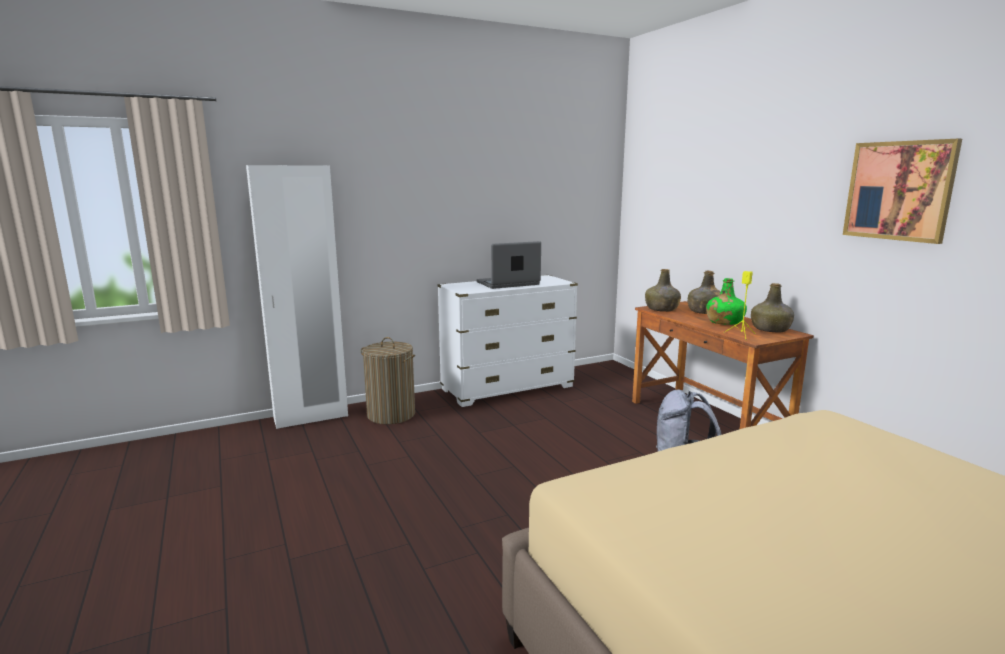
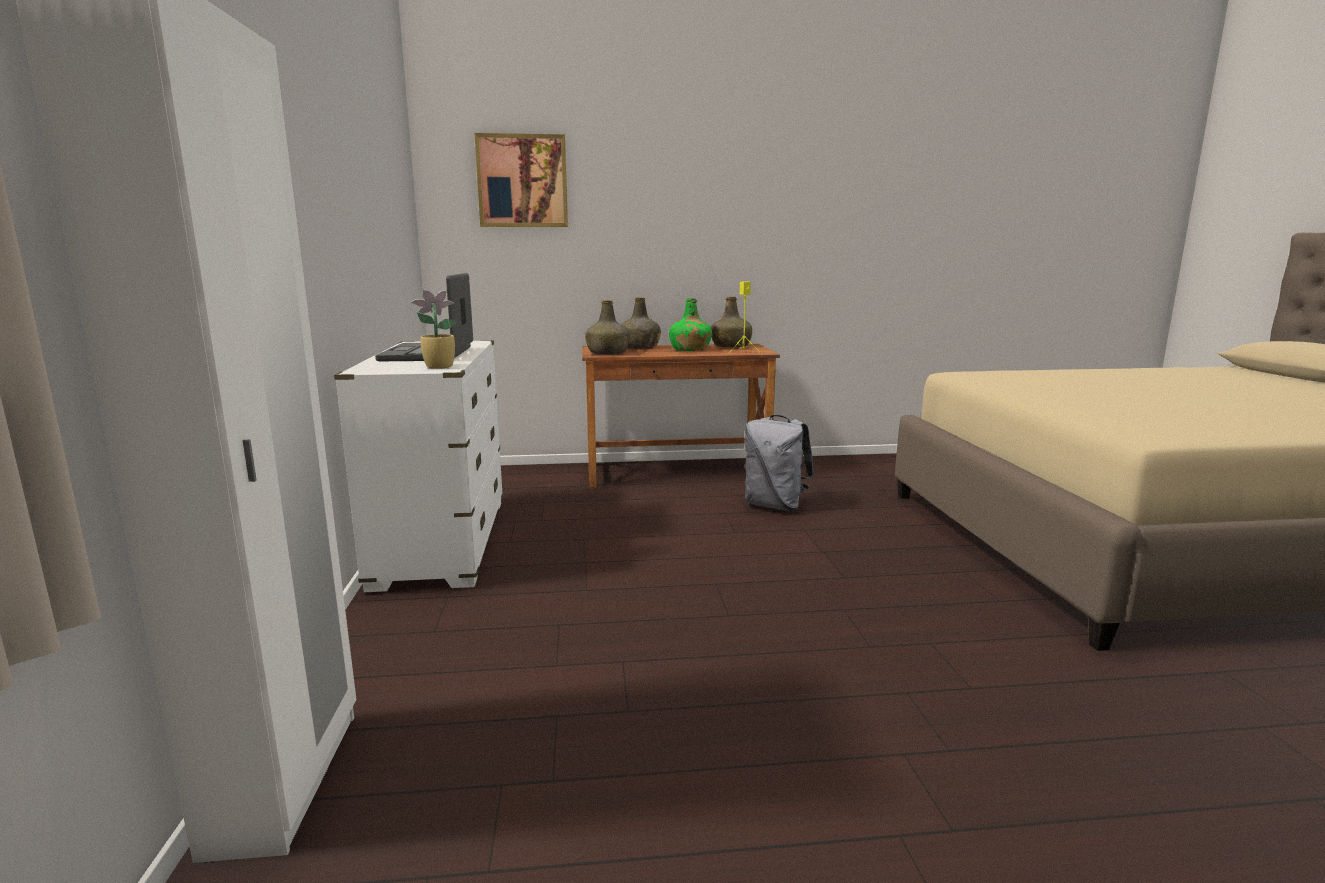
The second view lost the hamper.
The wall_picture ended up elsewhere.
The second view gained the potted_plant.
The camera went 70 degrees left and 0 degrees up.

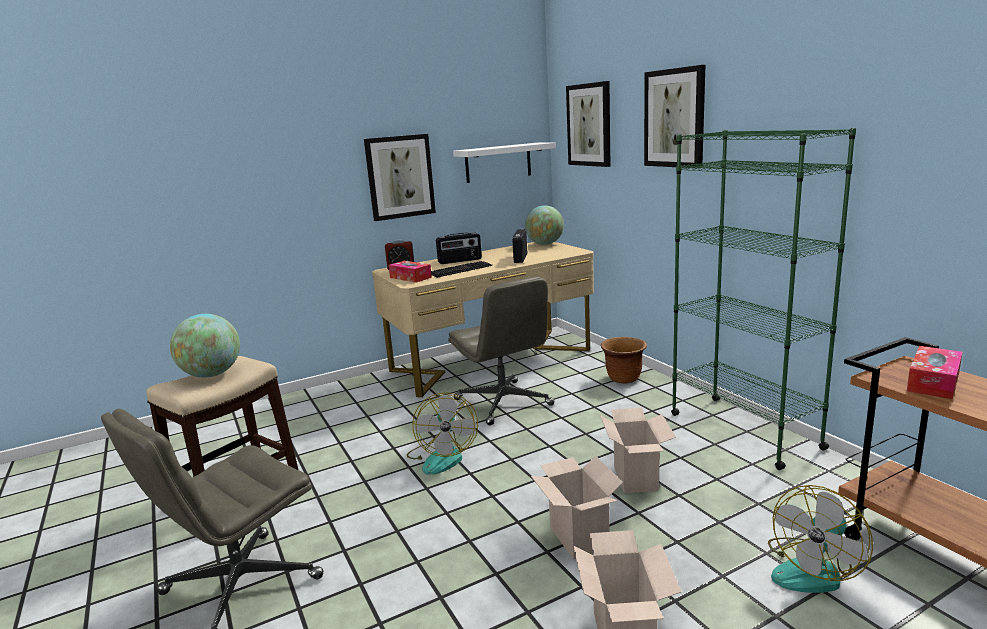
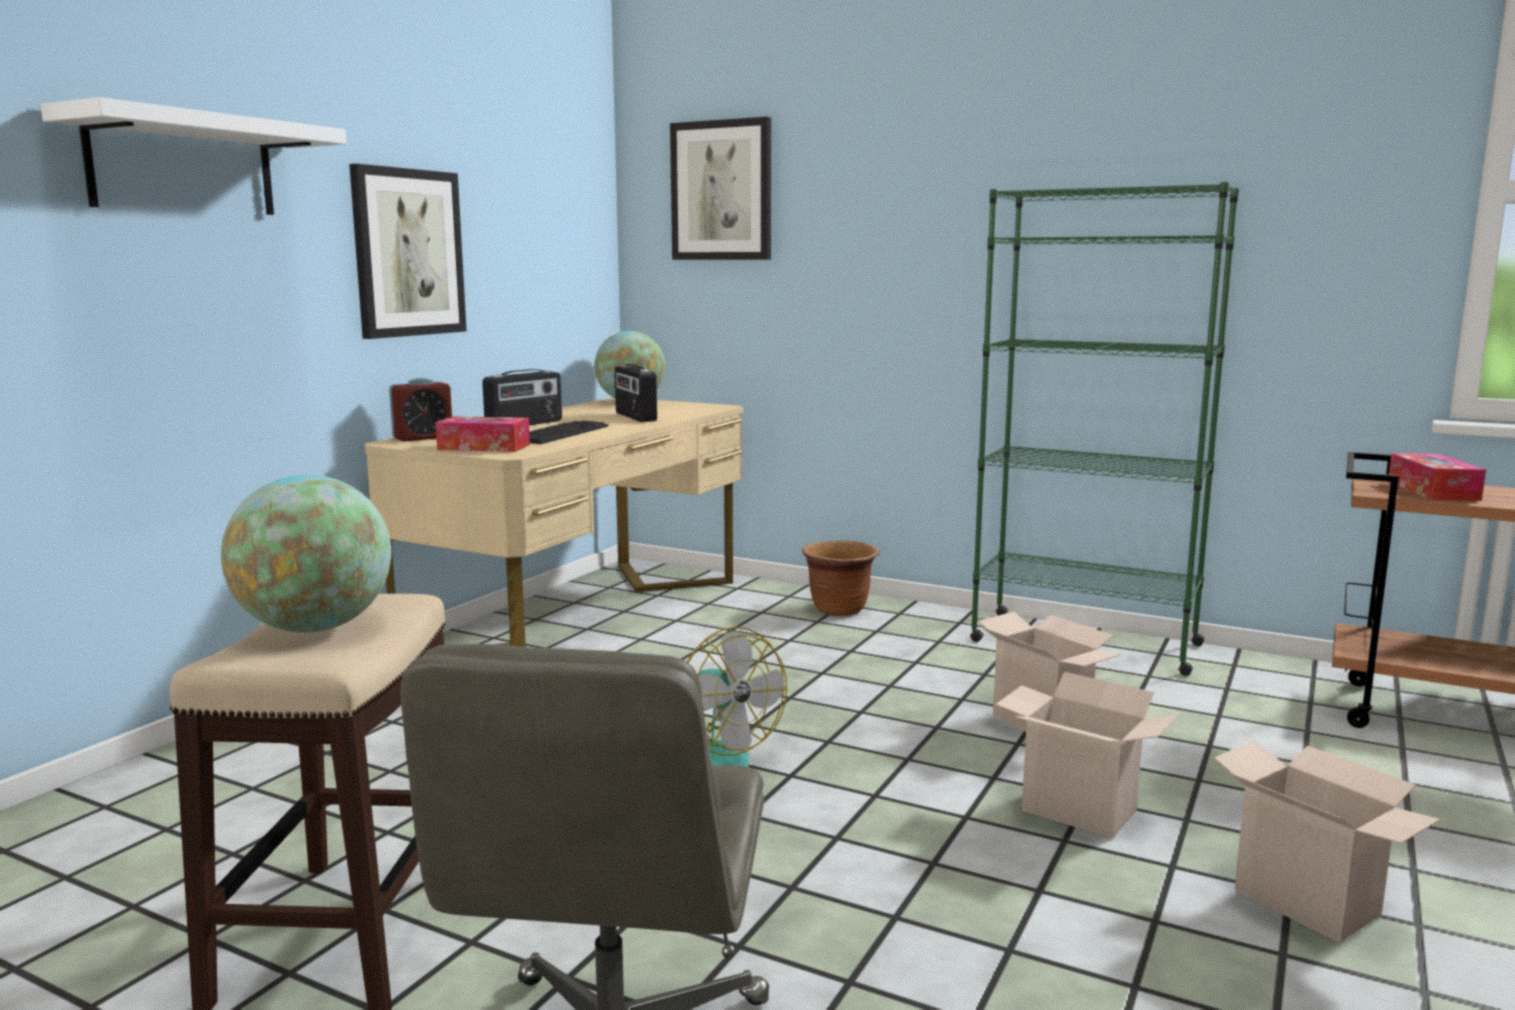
The second view lost the gray_desk_chair (2nd from left).
The white-coloured_bracket_shelf ended up elsewhere.
The second view lost the wall_picture (3rd from left).
The second view lost the electric_fan (2nd from left).
The camera went 35 degrees left and 5 degrees down.

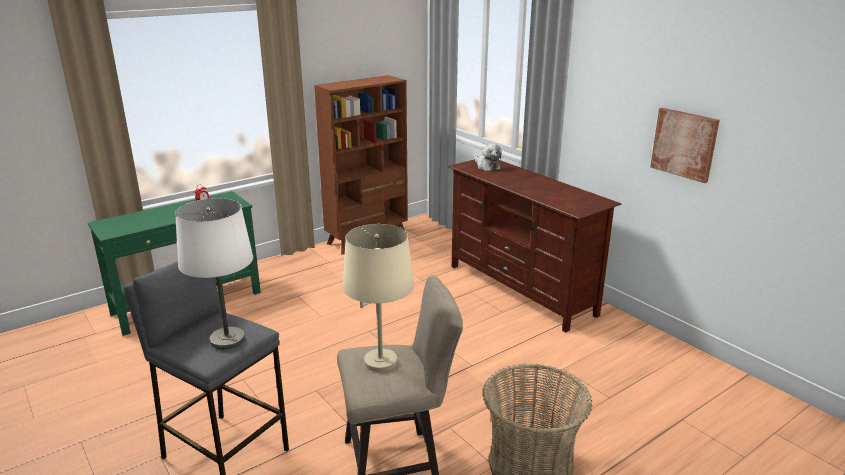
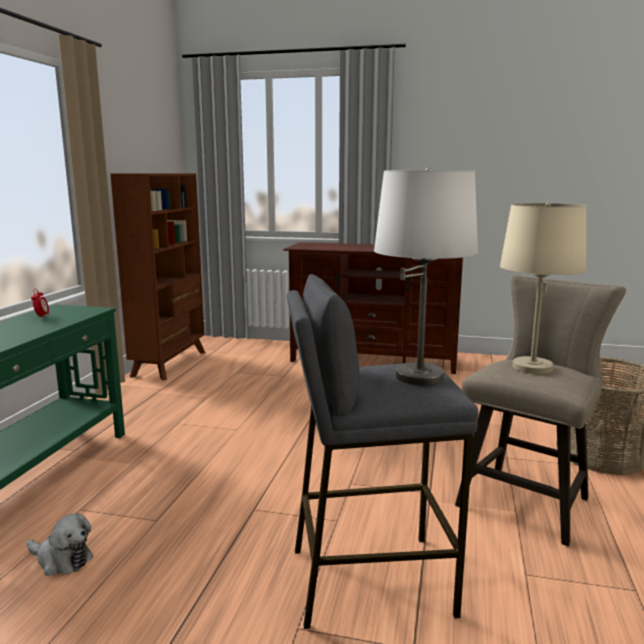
The cuddly_toy ended up elsewhere.
The second view lost the wall_picture.
The camera went 40 degrees left and 10 degrees down.

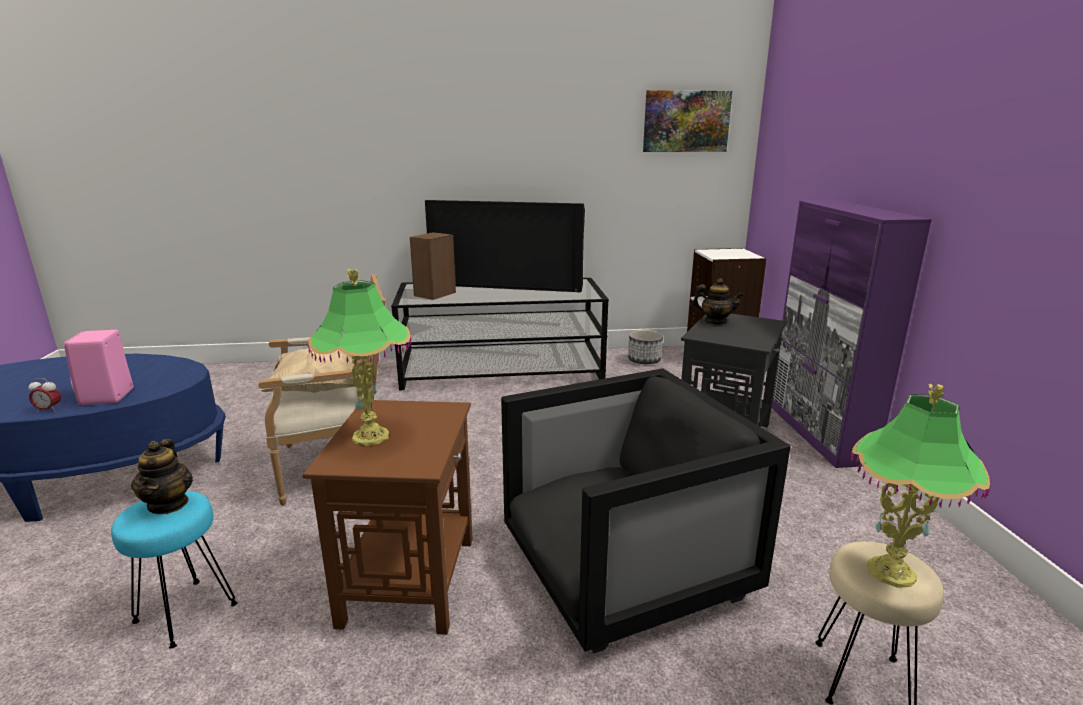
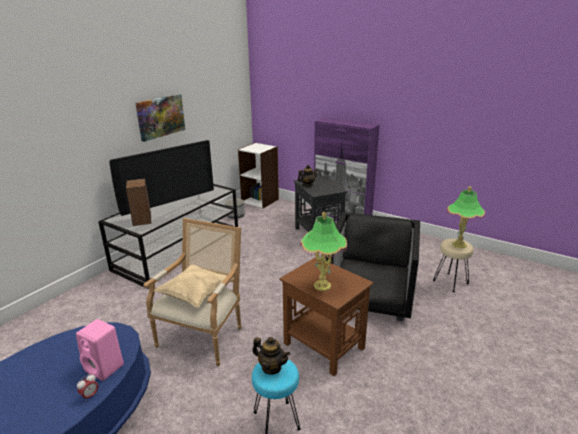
The wall_picture ended up elsewhere.
The camera went 50 degrees left and 5 degrees up.

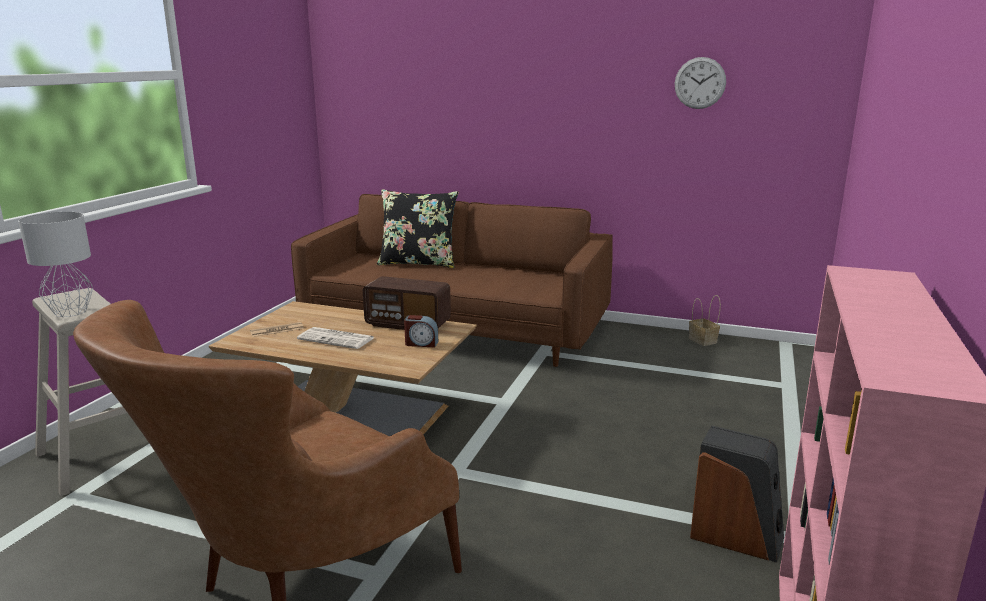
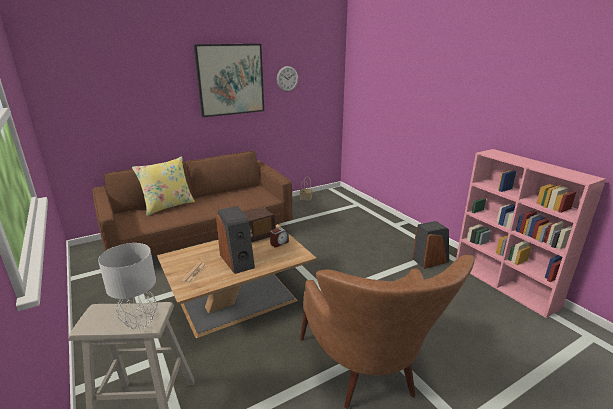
Where the newspaper (2nd from left) stood, the audio_speaker (1st from left) came to stand.
What was the black_pillow turned into the yellow-coloured_pillow.
The second view gained the wall_picture.
The camera went 50 degrees left and 5 degrees up.

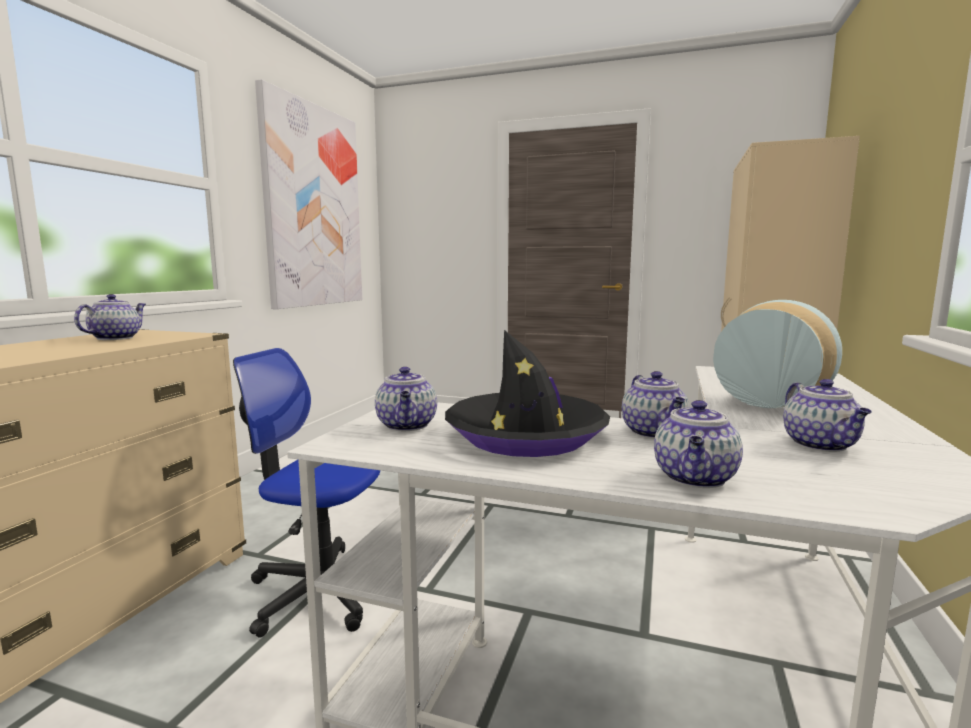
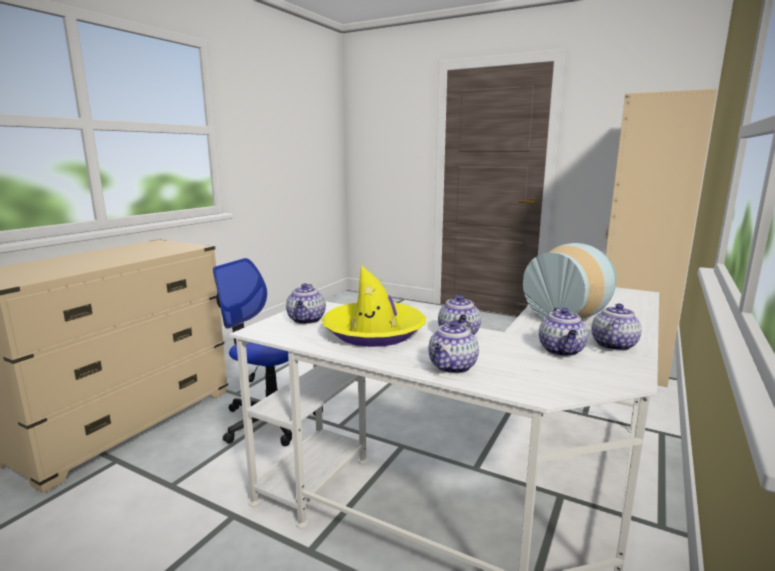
The pot_for_tea (1st from left in the first image) ended up elsewhere.
The second view lost the wall_picture.
What was the black_wearable_hat turned into the yellow-coloured_wearable_hat.
The camera went 10 degrees right and 5 degrees up.

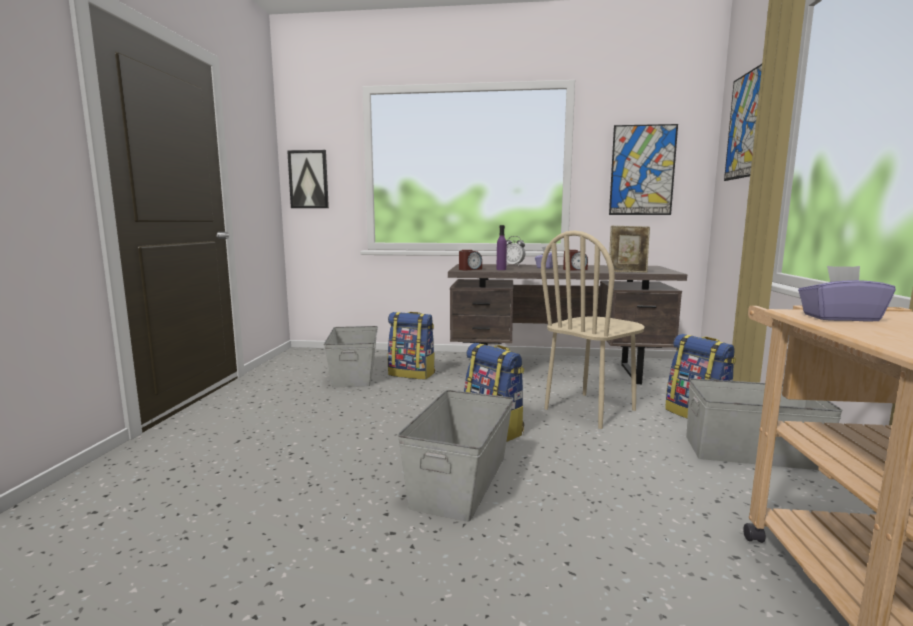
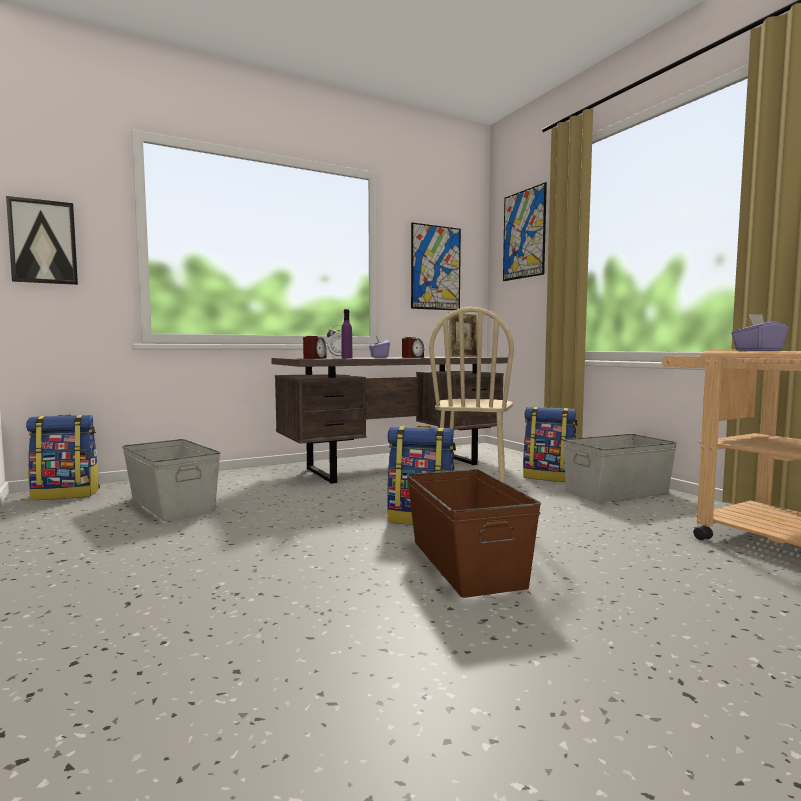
The rucksack (1st from left) ended up elsewhere.
What was the gray_storage_box (2nd from left) turned into the brownish_storage_box.
The camera went 35 degrees left and 5 degrees down.

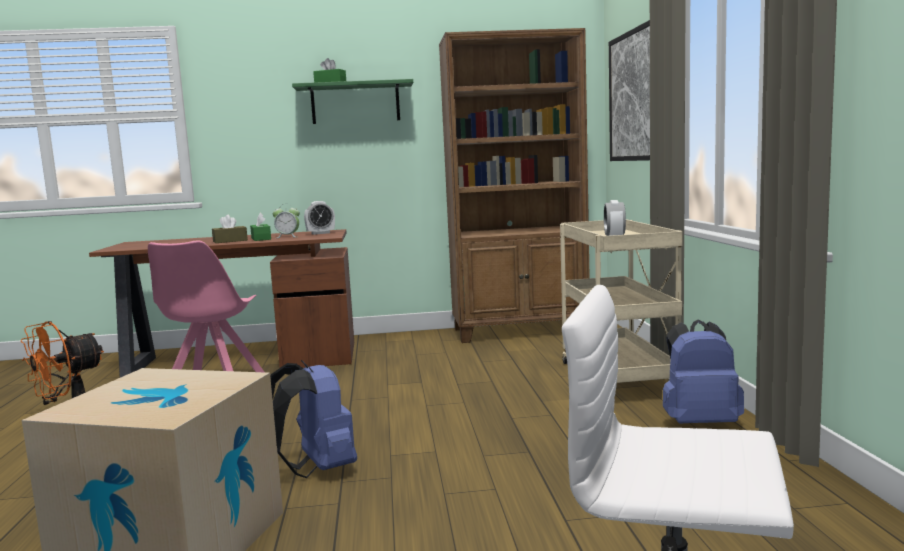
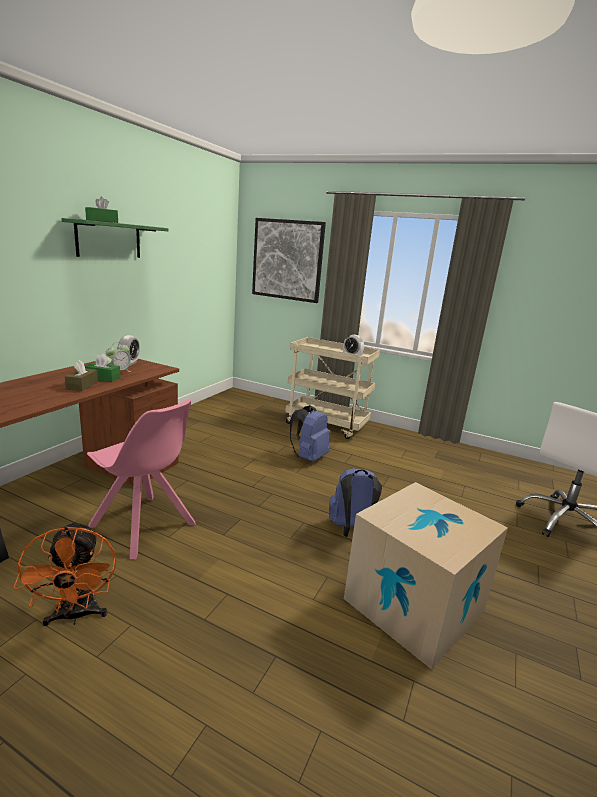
The second view lost the brownish_shelving_unit.
The blue_rucksack (2nd from left in the first image) ended up elsewhere.
The camera went 60 degrees left and 10 degrees up.

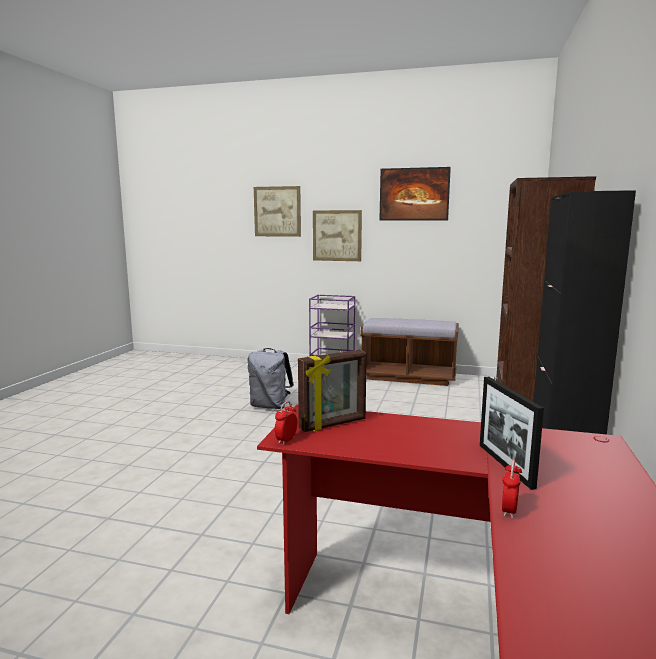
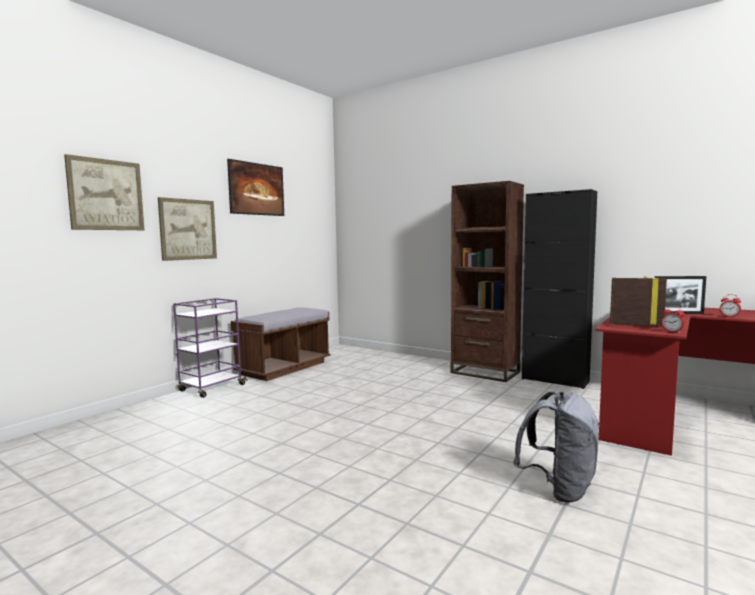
The gray_rucksack ended up elsewhere.
The picture_frame (1st from left) ended up facing another way, 60 degrees counterclockwise from before.
The camera went 70 degrees left and 5 degrees down.

